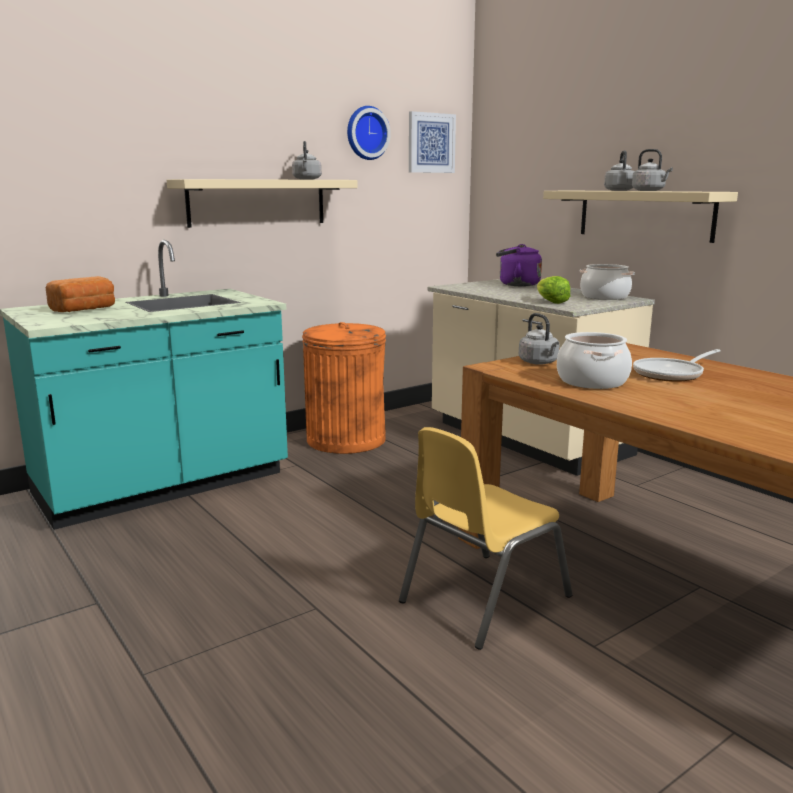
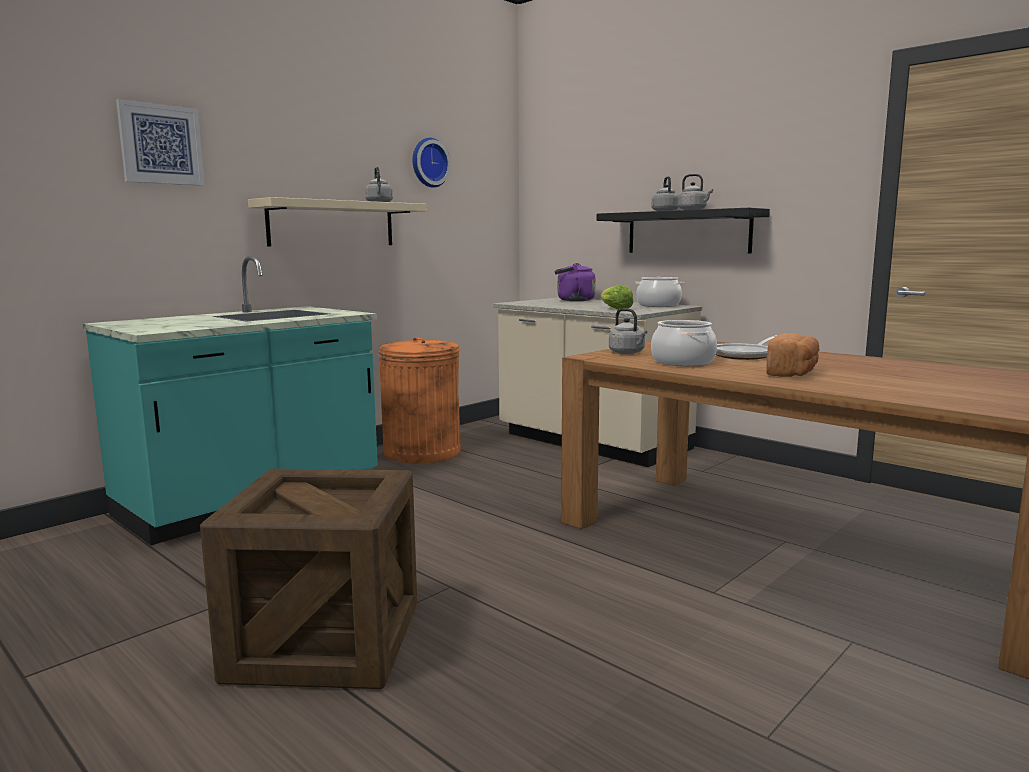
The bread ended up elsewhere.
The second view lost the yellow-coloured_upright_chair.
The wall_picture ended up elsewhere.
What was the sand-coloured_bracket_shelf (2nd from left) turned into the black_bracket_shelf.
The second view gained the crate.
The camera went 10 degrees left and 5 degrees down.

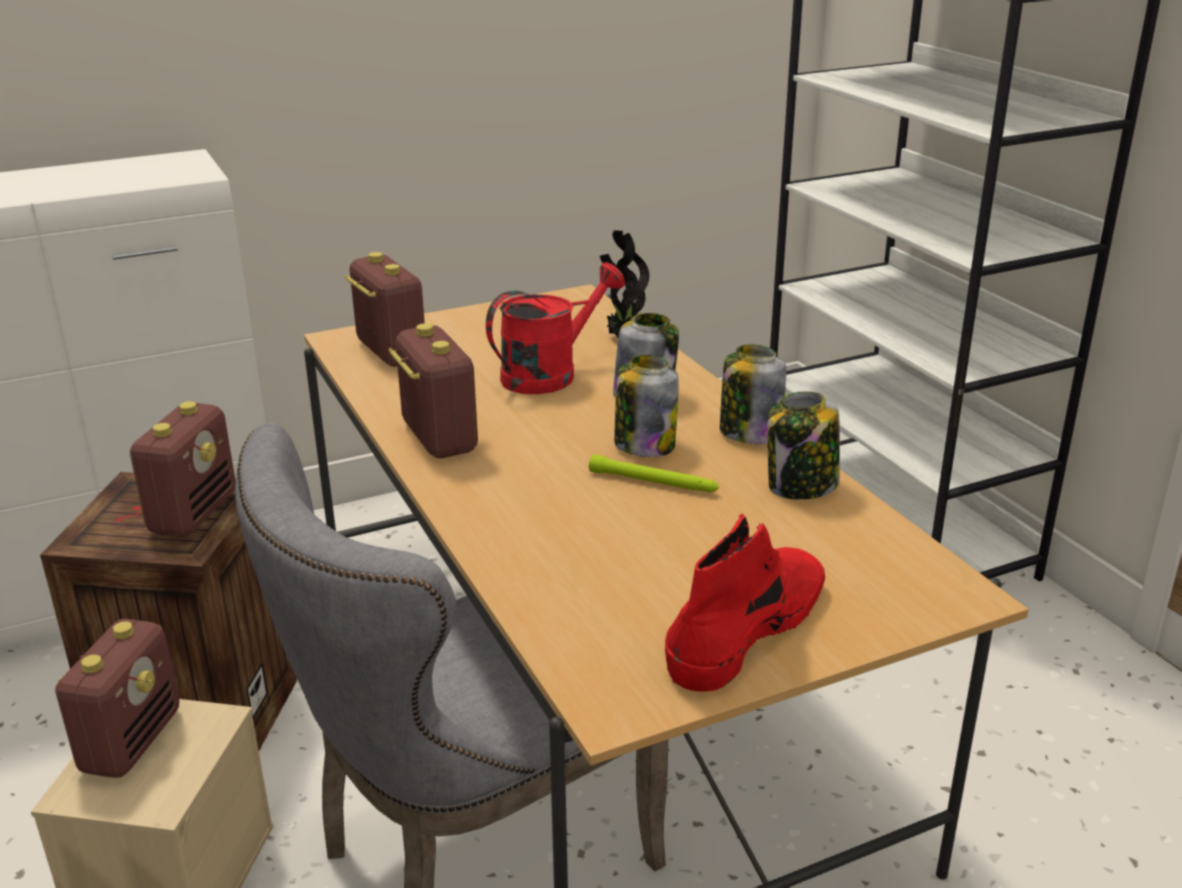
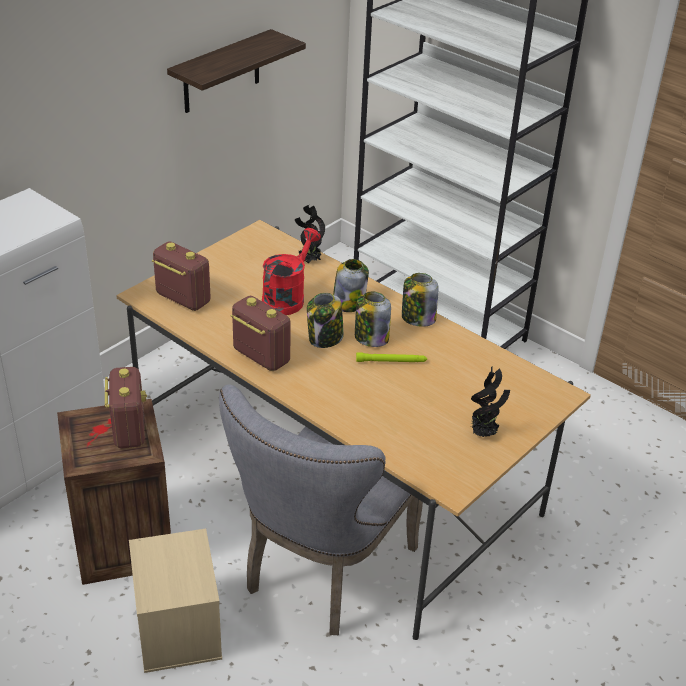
The second view lost the radio_receiver (1st from left).
Where the red_boot stood, the potted_plant (2nd from left) came to stand.
The storage_jar (4th from left in the first image) ended up elsewhere.
The second view gained the bracket_shelf.
The camera went 25 degrees left and 10 degrees up.

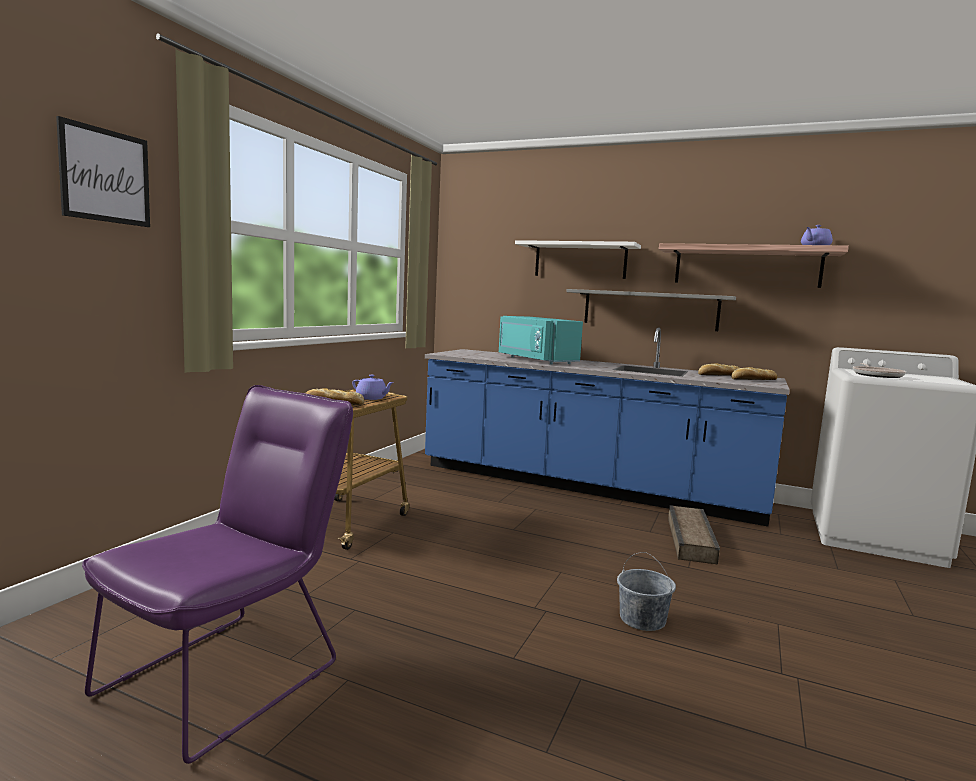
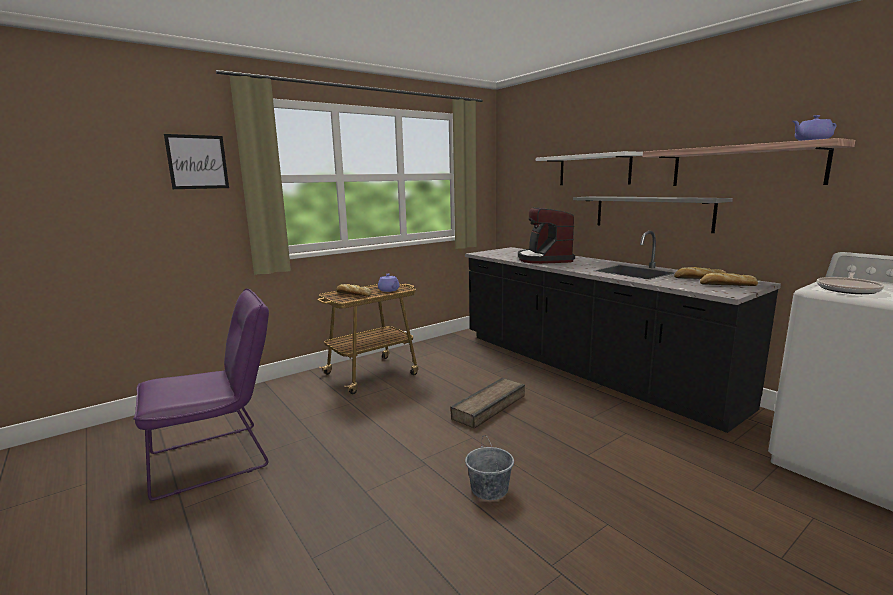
What was the blue_counter turned into the black_counter.
Where the turquoise_microwave stood, the coffee_brewer came to stand.
The crate ended up elsewhere.
The camera went 30 degrees right and 5 degrees up.

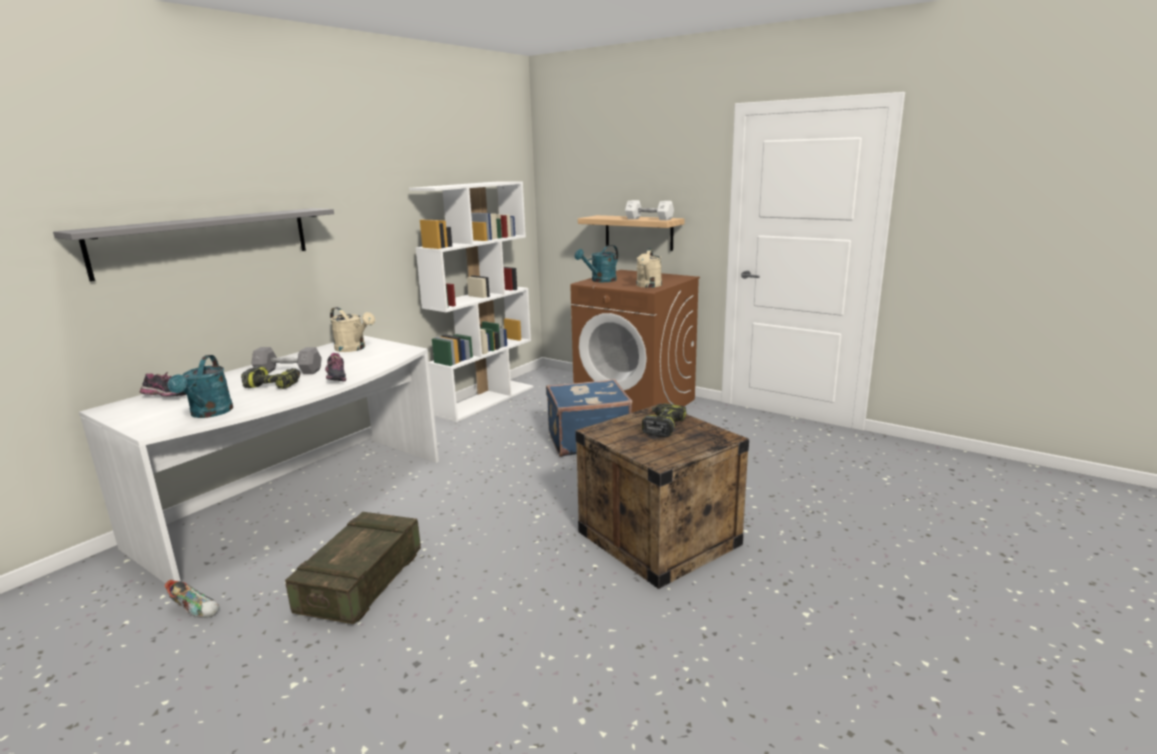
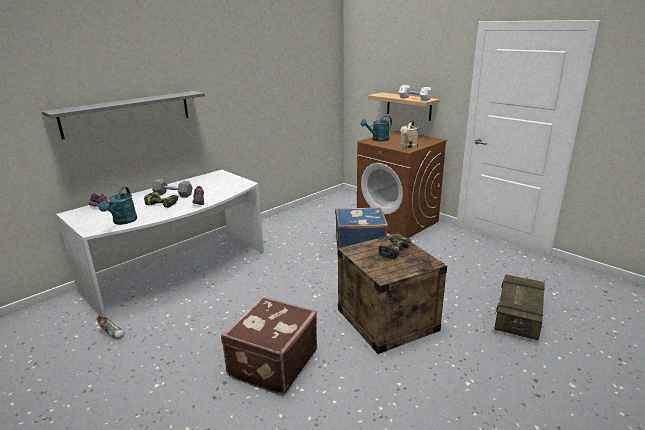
The crate (1st from left in the first image) ended up elsewhere.
The second view lost the sand-coloured_watering_pot (1st from left).
The second view lost the white-coloured_shelving_unit.
The second view gained the brownish_piece_of_luggage.
The camera went 10 degrees right and 5 degrees up.

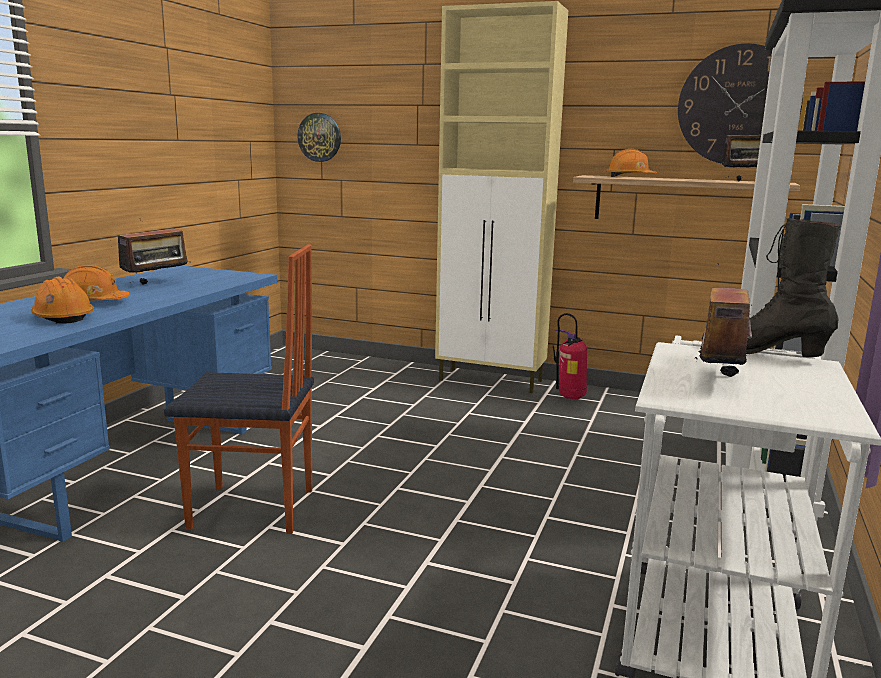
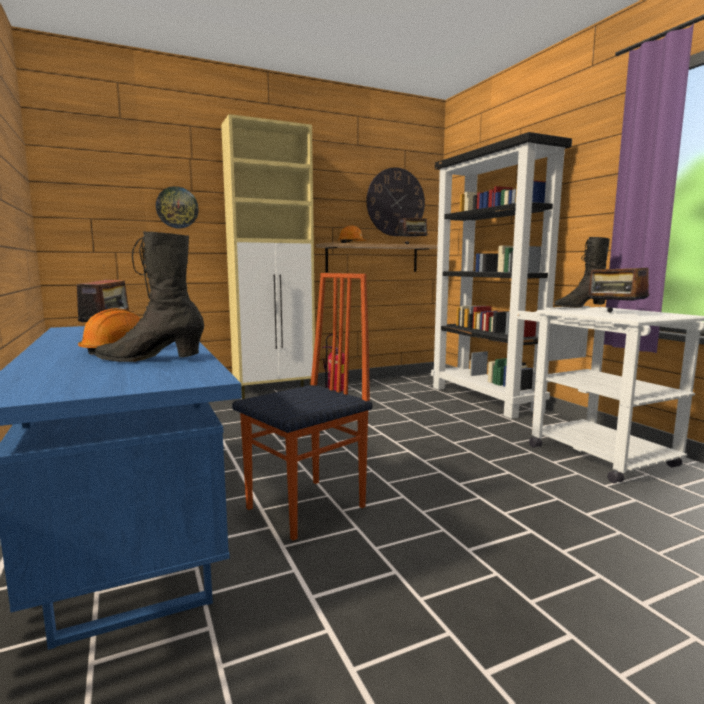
Where the orangey_work_helmet (1st from left) stood, the black_boot (1st from left) came to stand.
The clock_on_the_wall (1st from left) ended up elsewhere.
The camera went 45 degrees left and 5 degrees down.

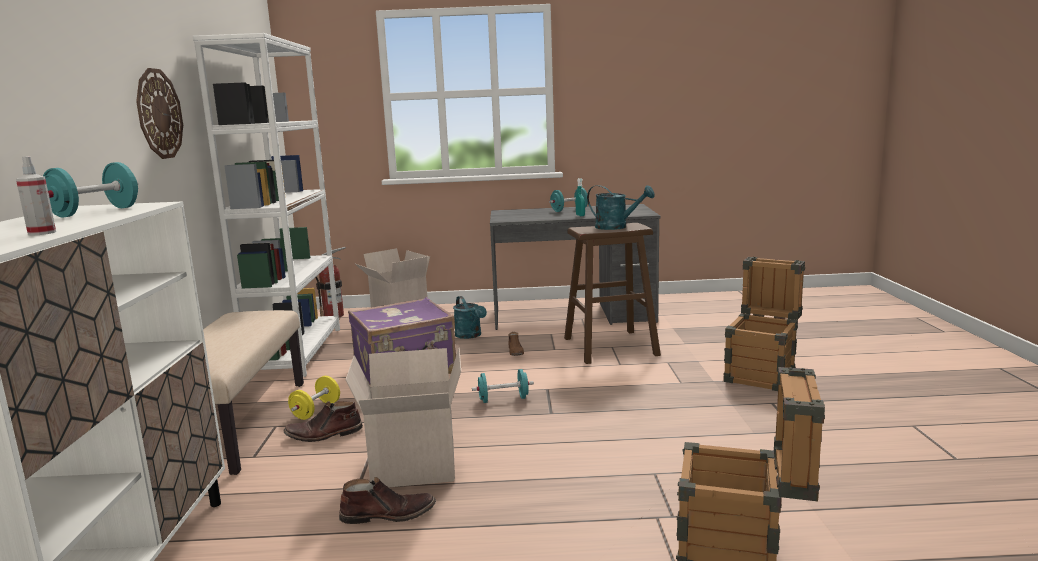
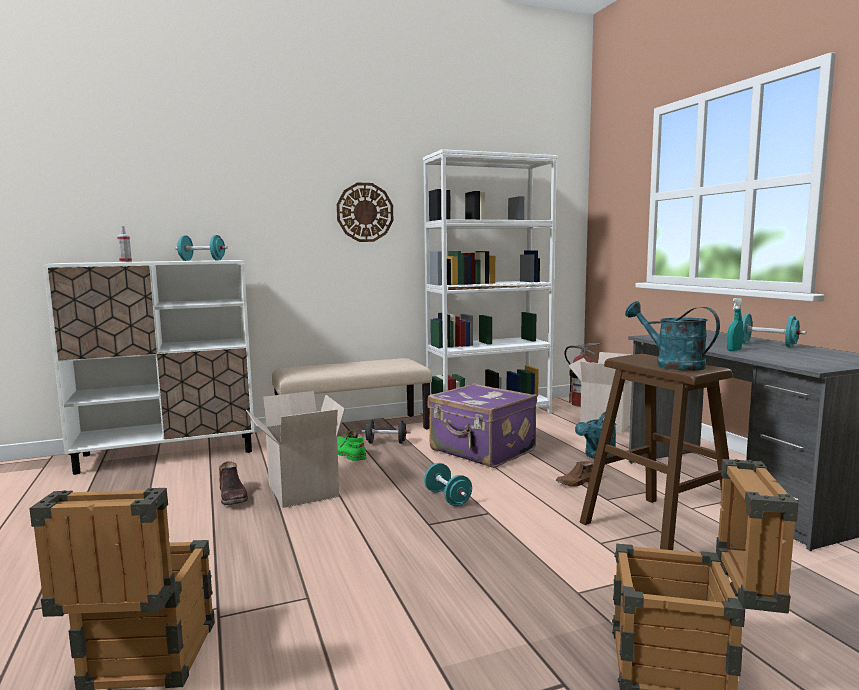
What was the brownish_boot (1st from left) turned into the green_boot.
What was the yellow-coloured_free_weight turned into the black_free_weight.
The turquoise_watering_pot (2nd from left) ended up facing another way, 135 degrees clockwise from before.
The camera went 70 degrees right and 5 degrees down.

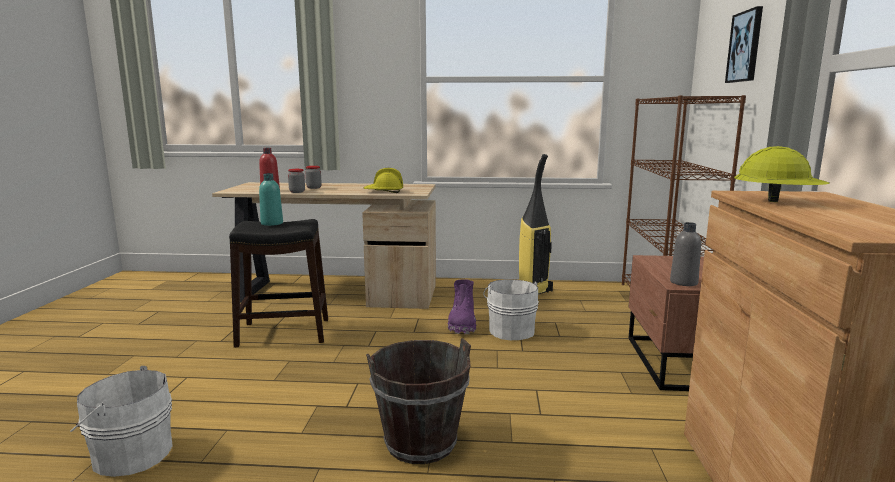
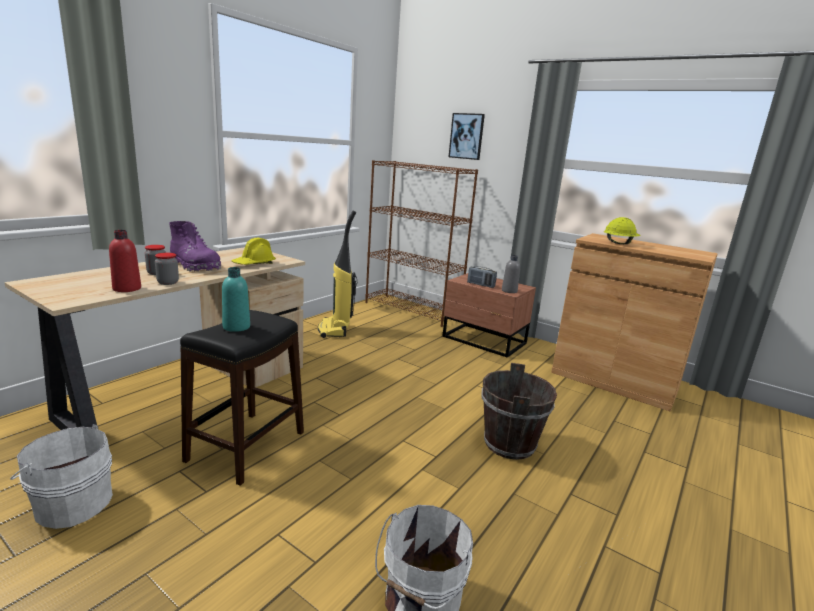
The purple-coloured_boot ended up elsewhere.
The white-coloured_bucket (2nd from left in the first image) ended up elsewhere.
The second view gained the radio_receiver.
The camera went 60 degrees left and 5 degrees up.

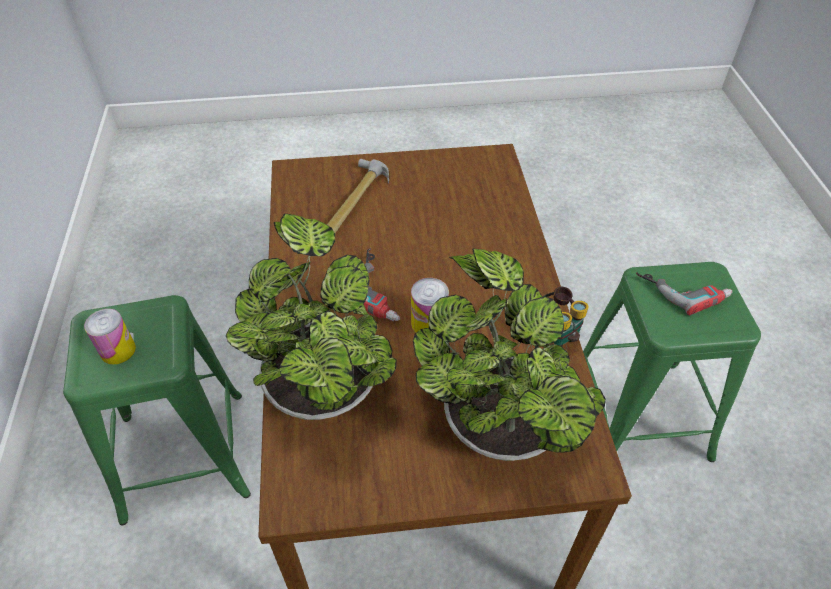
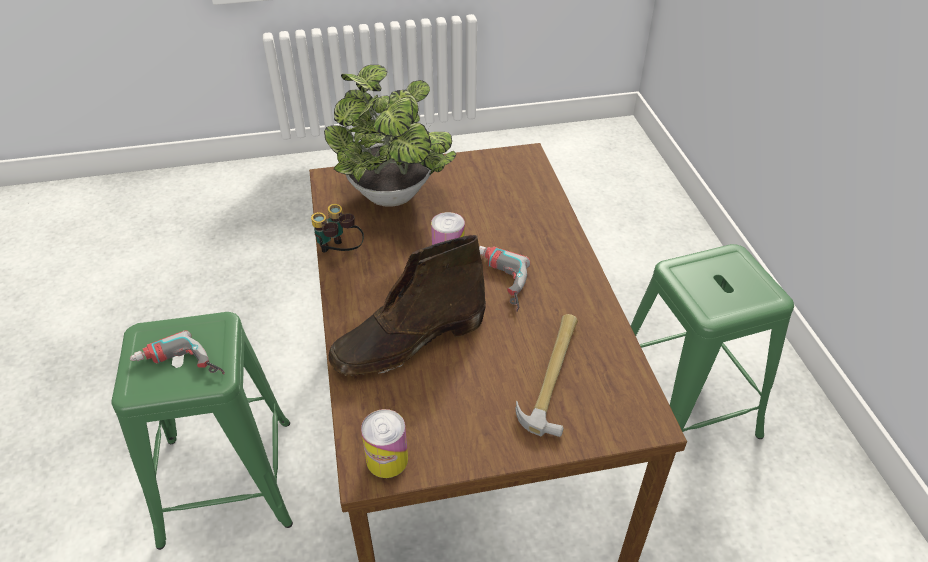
The metal_can (1st from left) ended up elsewhere.
The second view lost the potted_plant (1st from left).
The second view gained the brownish_boot.
The camera went 175 degrees right and 5 degrees down.

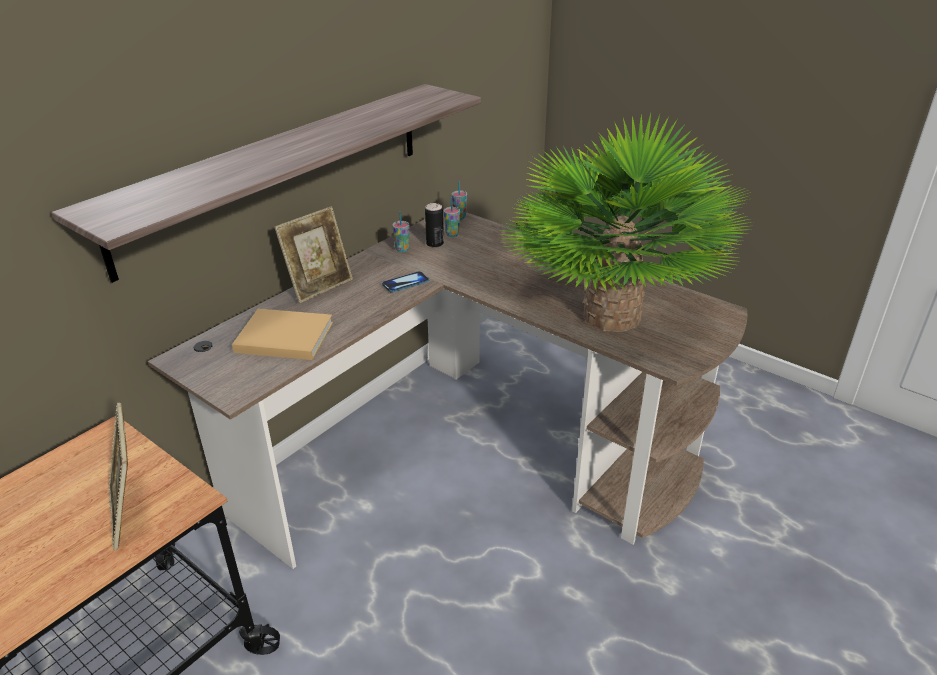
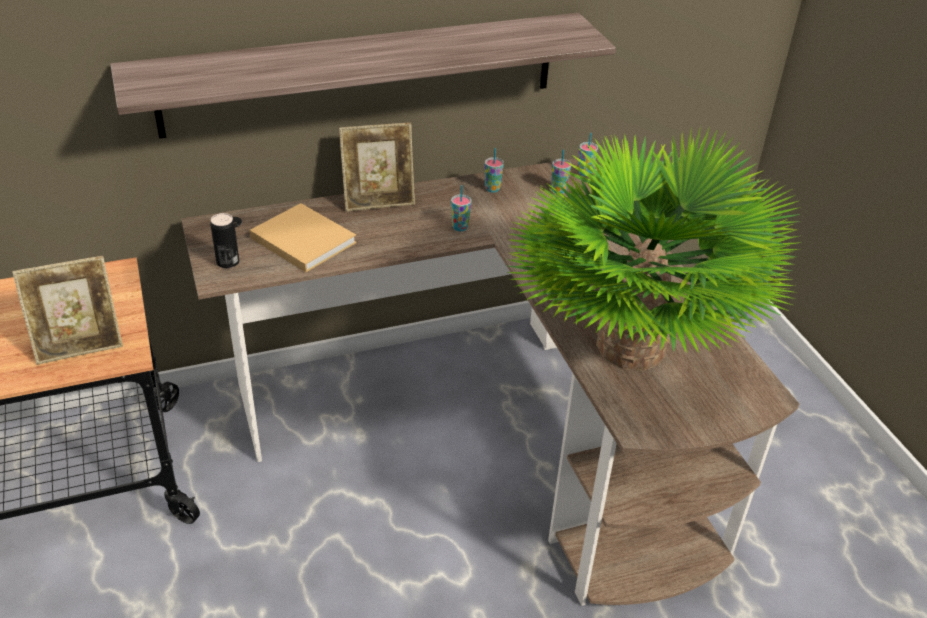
The picture_frame (1st from left) ended up facing another way, 120 degrees counterclockwise from before.
Where the phone stood, the small_cup (1st from left) came to stand.
The metal_can ended up elsewhere.
The camera went 30 degrees right and 5 degrees up.

